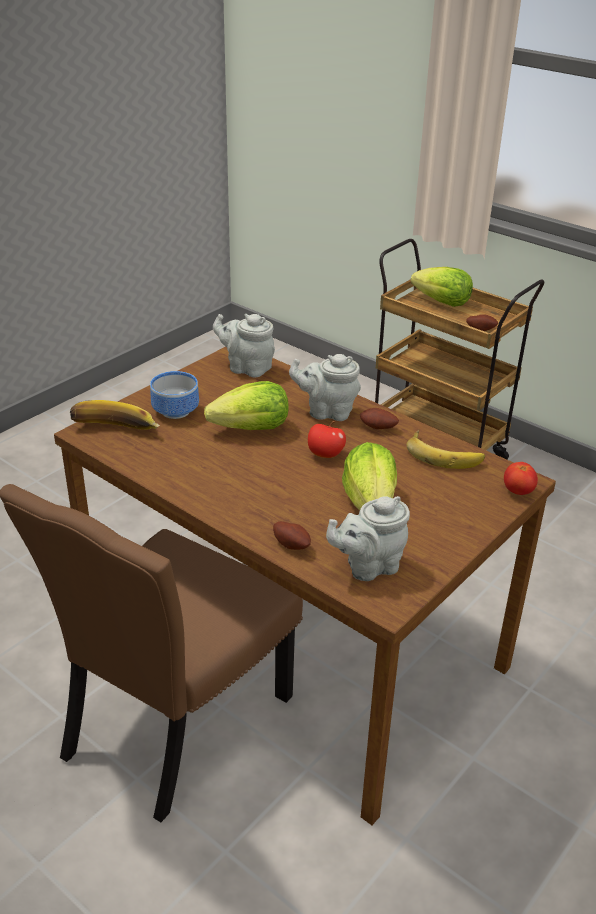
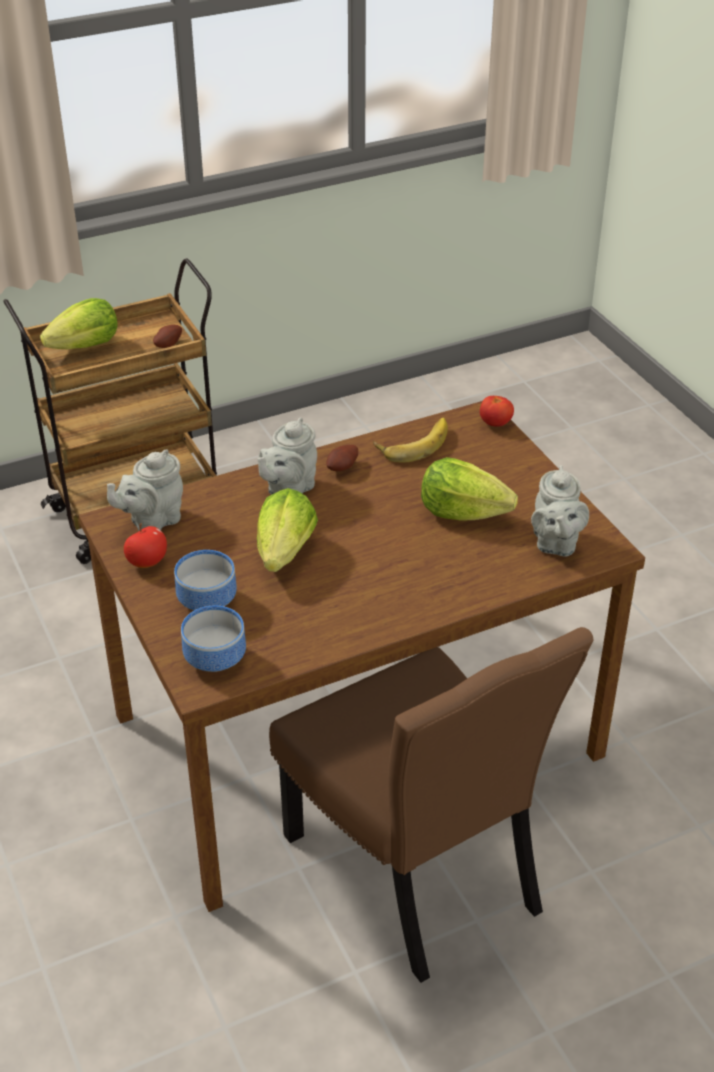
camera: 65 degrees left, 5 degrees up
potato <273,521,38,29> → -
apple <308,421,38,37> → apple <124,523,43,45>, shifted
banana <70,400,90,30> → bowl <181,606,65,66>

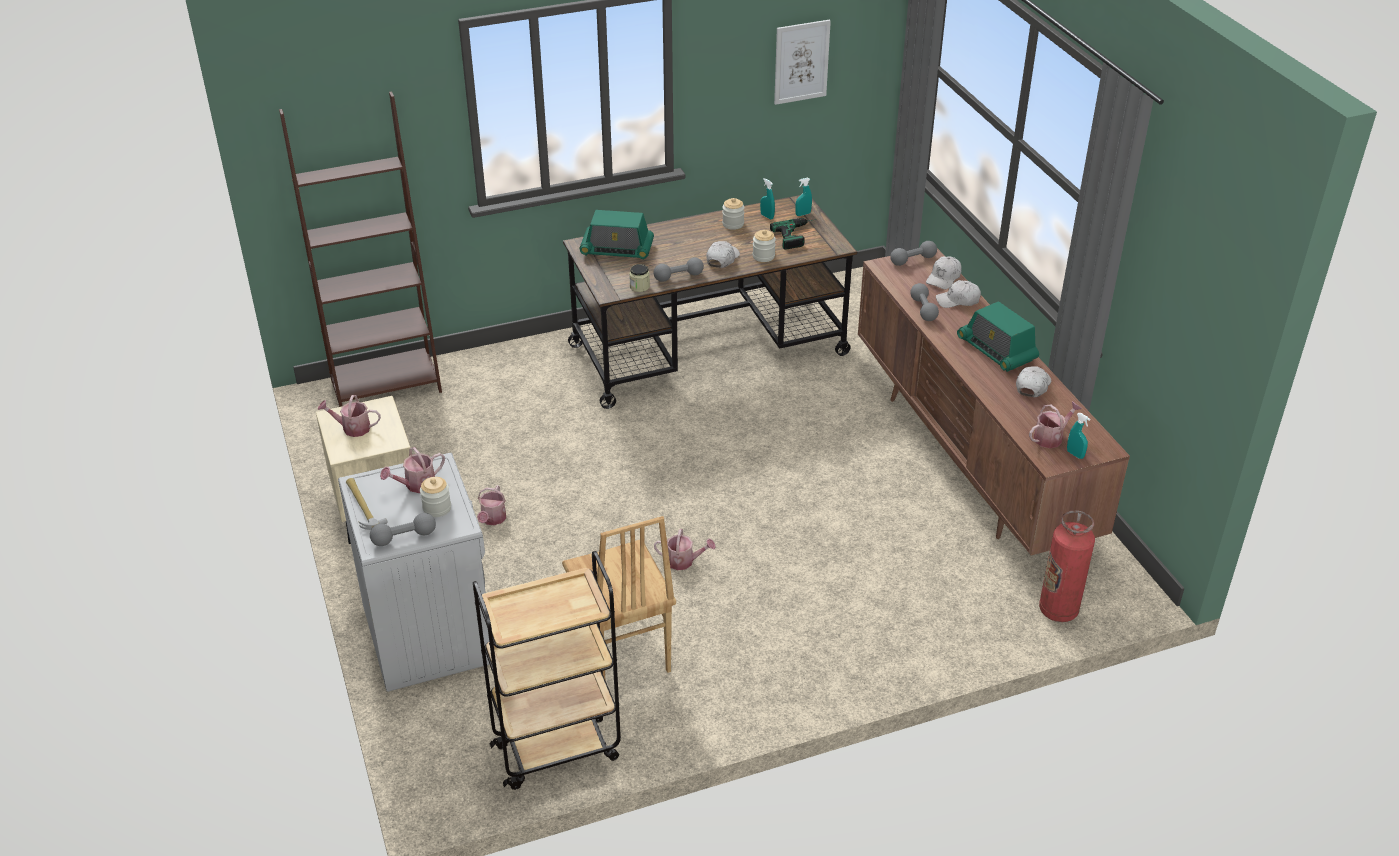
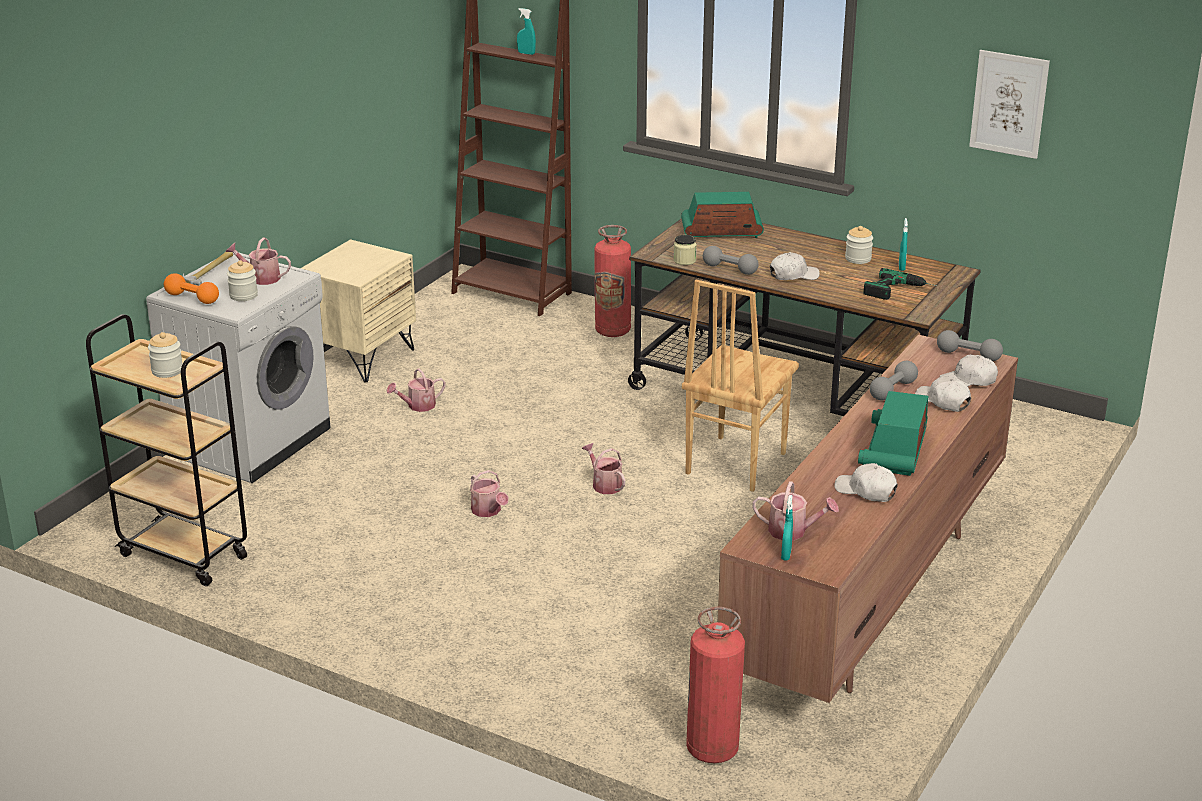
camera: 50 degrees right, 10 degrees down
- → fire extinguisher <594,225,37,112>
watering can <318,395,63,42> → watering can <582,443,43,51>, shifted
brown chair <562,516,114,163> → brown chair <682,280,117,212>, shifted
jar <753,230,23,32> → jar <148,332,35,46>, shifted
turquoise spray bottle <795,178,17,38> → turquoise spray bottle <517,8,19,47>, shifted
grey dumbbell <370,513,66,33> → orange dumbbell <164,273,55,31>
radio <580,210,74,50> → radio <681,192,83,46>, 120 degrees clockwise
white cap <1016,366,35,31> → white cap <834,463,64,39>, 135 degrees counterclockwise

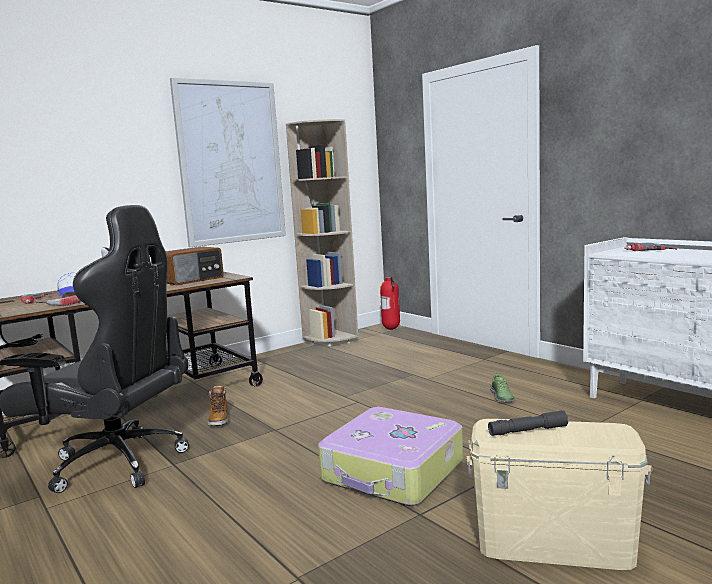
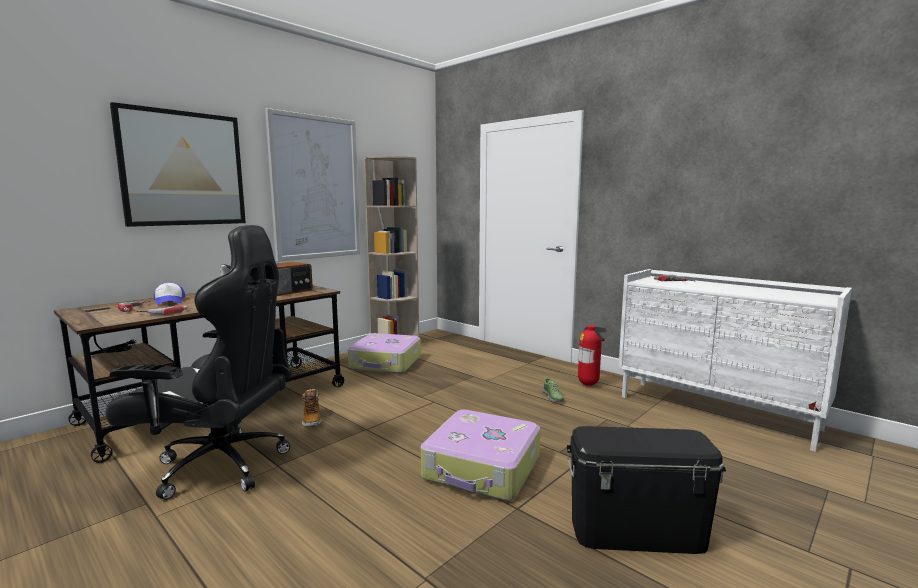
camera: 10 degrees left, 0 degrees up
grey flashlight <488,410,80,26> → -
- → picture <110,102,136,125>
- → suitcase <348,333,73,40>
fire extinguisher <380,277,20,53> → fire extinguisher <578,325,29,61>, shifted
beige storage box <466,419,186,151> → black storage box <567,426,159,128>

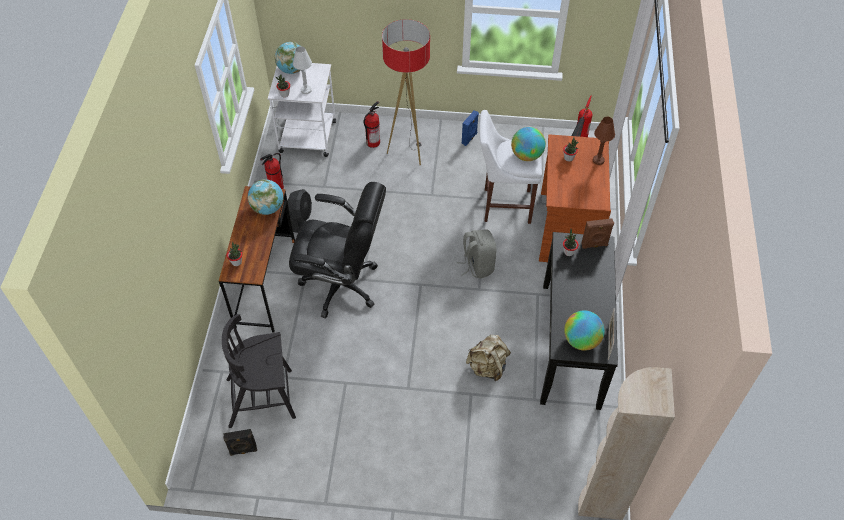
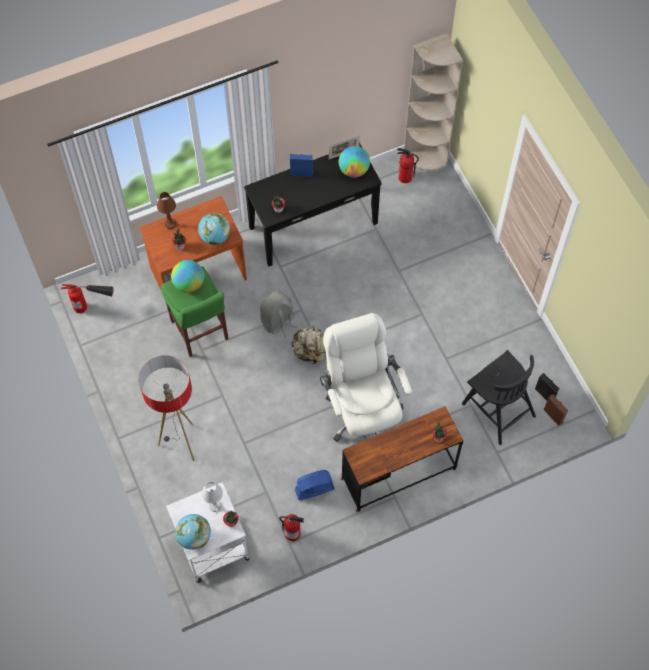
camera: 120 degrees left, 10 degrees up
globe <248,179,35,36> → globe <198,213,32,32>, shifted
fire extinguisher <363,101,17,47> → fire extinguisher <397,148,22,35>, shifted
blue speaker <462,111,17,35> → blue speaker <290,154,23,23>, shifted
beige backpack <466,335,45,46> → beige backpack <291,326,35,39>, shifted
brown speaker <581,218,33,31> → brown speaker <544,394,24,32>, shifted
black fan <288,189,24,44> → blue fan <295,470,40,30>
black office chair <289,182,97,137> → white office chair <320,313,92,129>
white stool <479,110,63,114> → green stool <161,266,67,91>

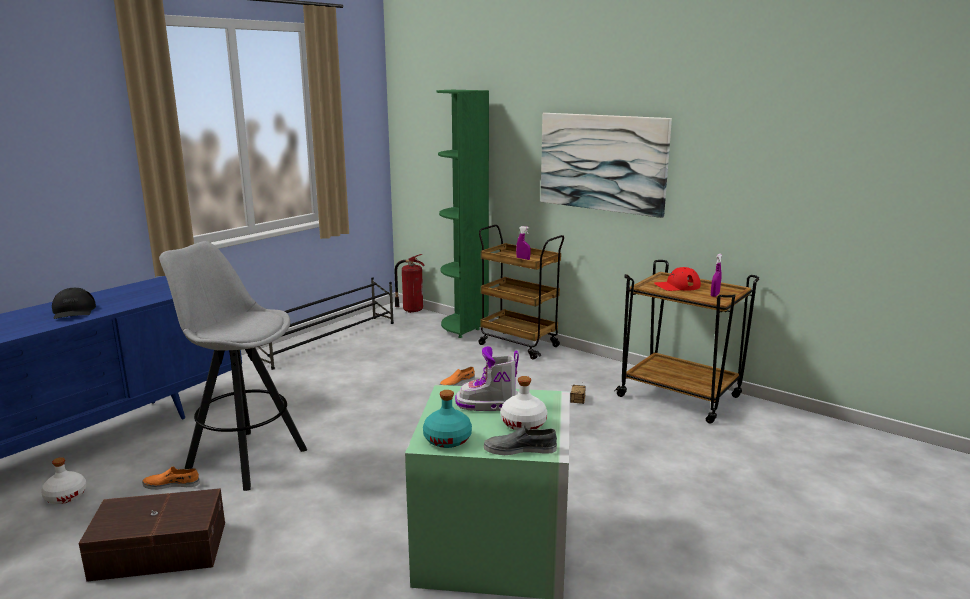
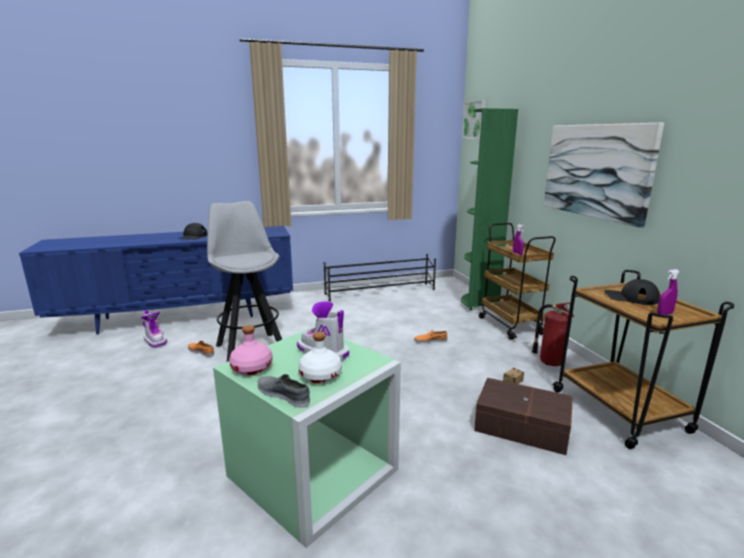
camera: 35 degrees right, 0 degrees up
- → picture <462,101,24,38>
brown storage box <79,488,146,94> → brown storage box <474,378,99,77>, shifted
fire extinguisher <394,254,31,59> → fire extinguisher <532,302,43,64>, shifted
white bottle <41,457,46,47> → boot <141,310,26,38>
turquoise bottle <423,390,49,58> → pink bottle <229,325,44,50>
red cap <654,267,47,24> → black cap <605,279,55,26>

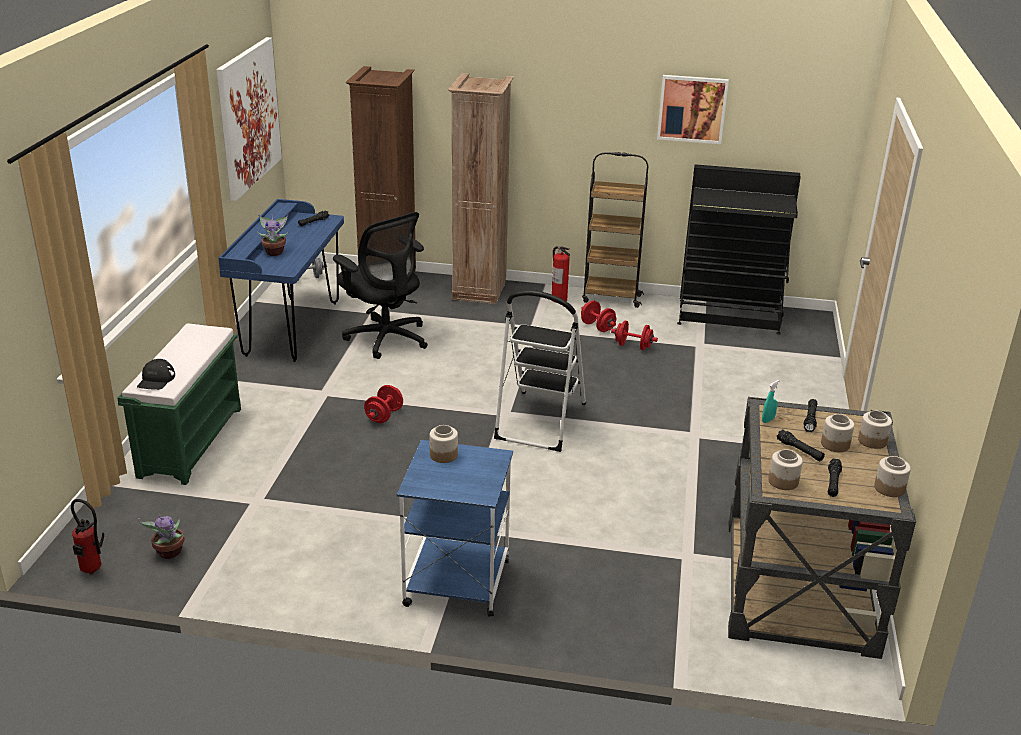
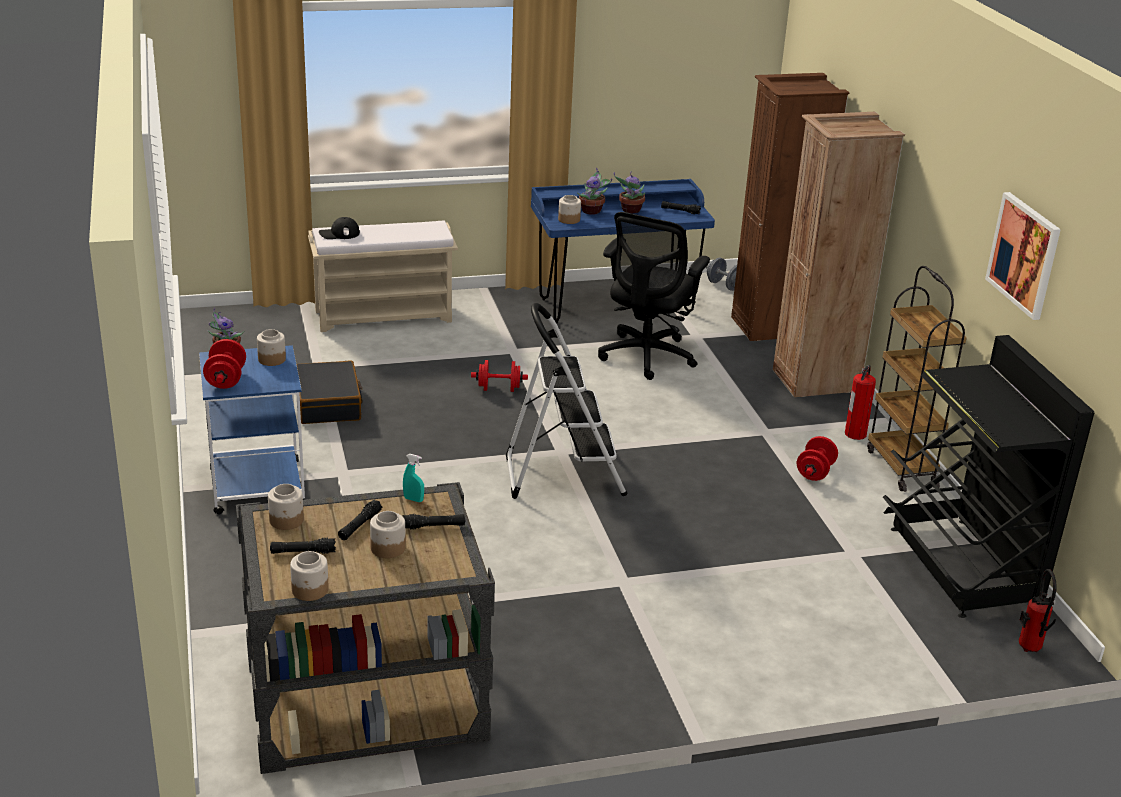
camera: 65 degrees right, 0 degrees up
picture <216,37,66,164> → -
- → black suitcase <297,360,65,64>
- → potted plant <614,171,32,42>
fire extinguisher <71,499,33,75> → fire extinguisher <1019,569,38,83>, shifted
red dumbbell <611,321,47,29> → red dumbbell <203,339,43,50>, shifted
jar <858,411,34,38> → jar <558,195,23,29>, shifted
green bench <117,324,124,161> → beige bench <308,220,150,112>

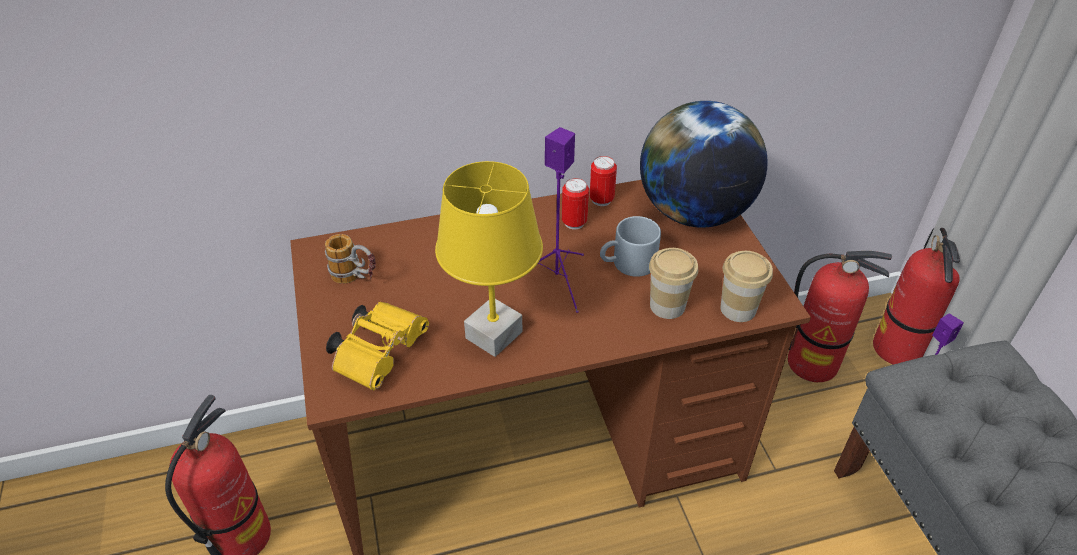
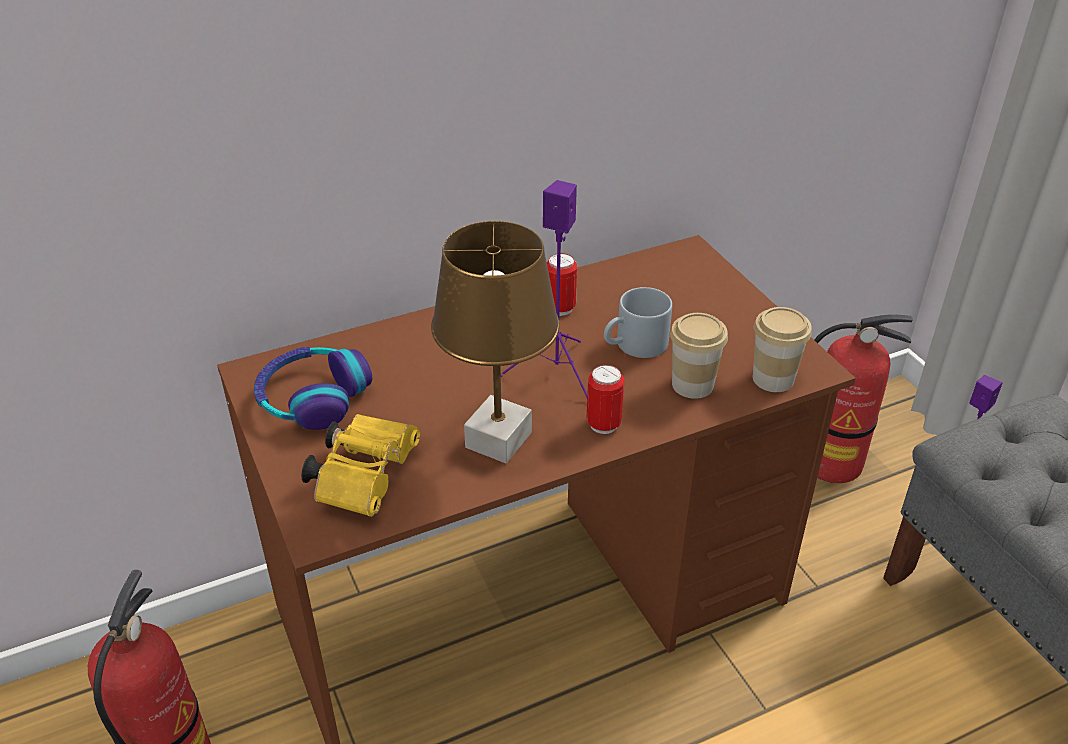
camera: 10 degrees left, 5 degrees down
globe <640,101,128,127> → -
fire extinguisher <873,228,87,137> → -
can <590,156,27,50> → can <586,365,38,69>, shifted
mug <325,234,51,50> → headphones <254,347,118,83>
yellow table lamp <435,161,108,196> → brown table lamp <431,221,129,242>

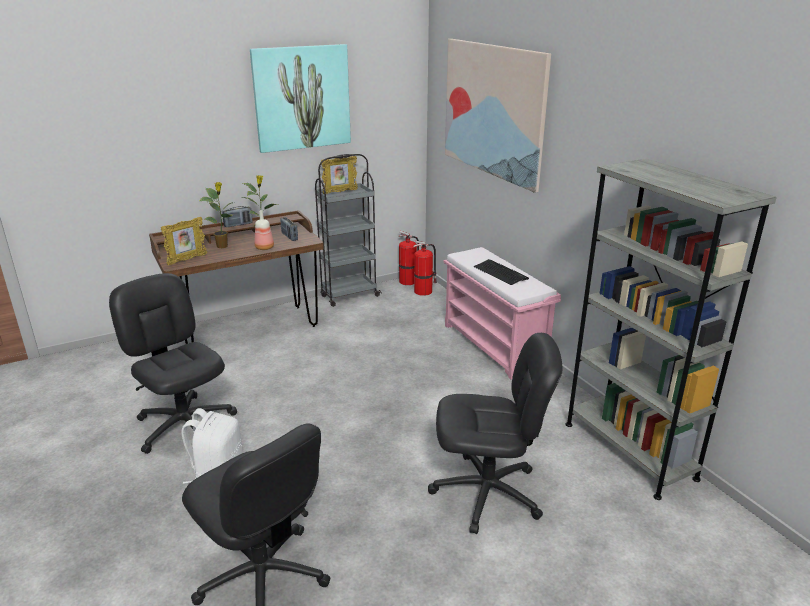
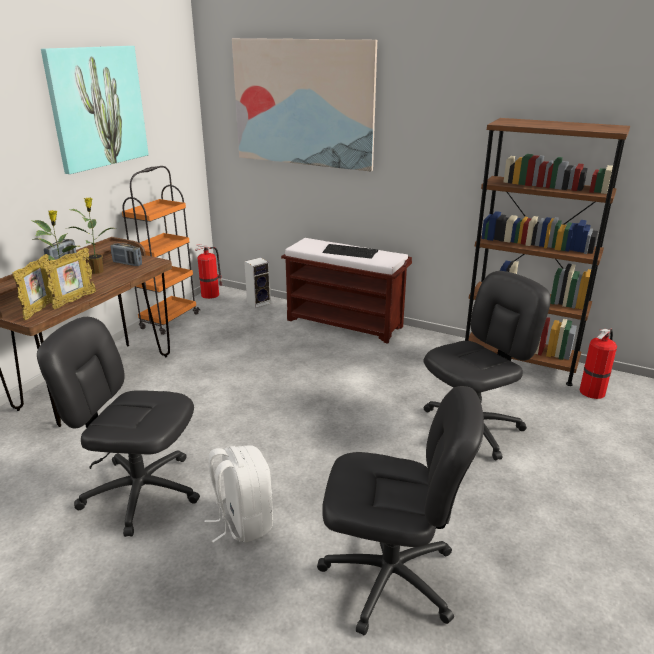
camera: 35 degrees left, 0 degrees up
bottle <255,210,19,40> → -
- → speaker <244,258,27,50>
picture frame <321,156,37,38> → picture frame <43,248,53,61>, shifted
fire extinguisher <413,241,24,55> → fire extinguisher <580,329,37,70>, shifted
grey cart <315,154,66,153> → orange cart <122,166,78,169>
pink bench <443,247,118,133> → brown bench <281,238,131,106>
grey bookcase <566,159,211,341> → brown bookcase <465,118,165,268>

